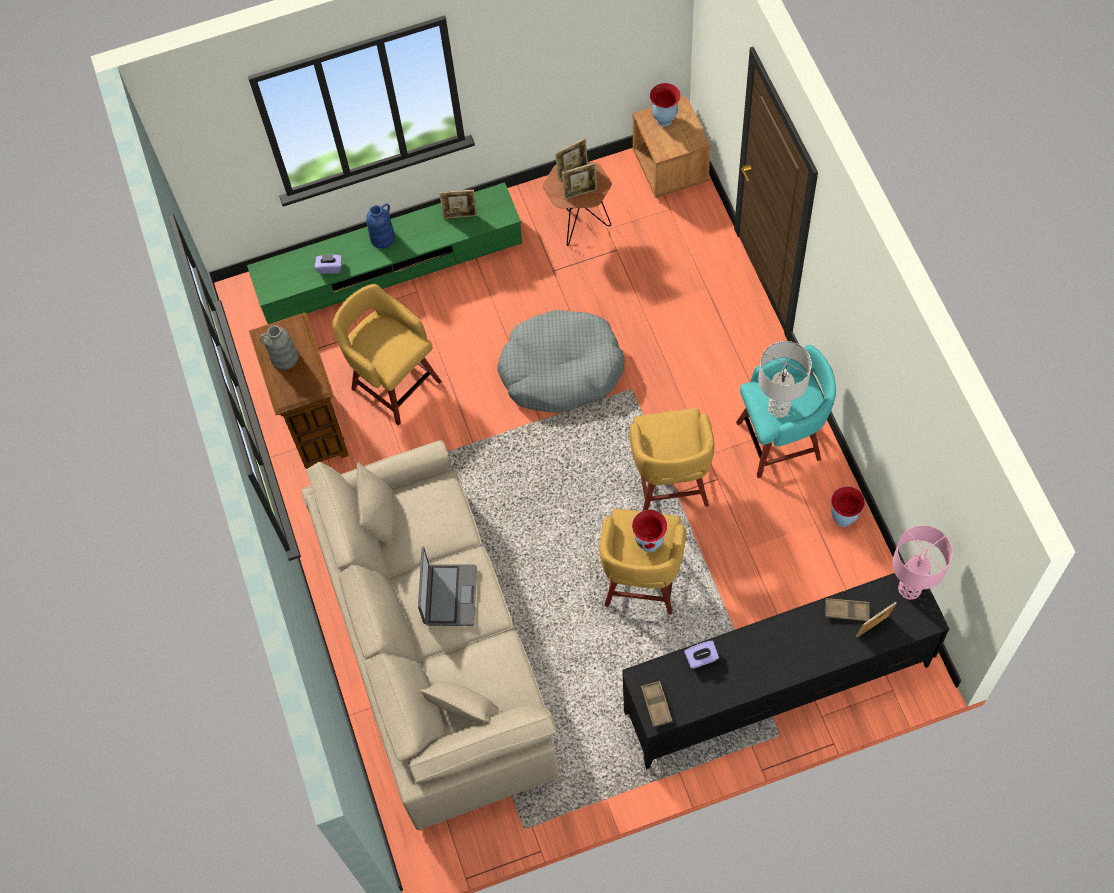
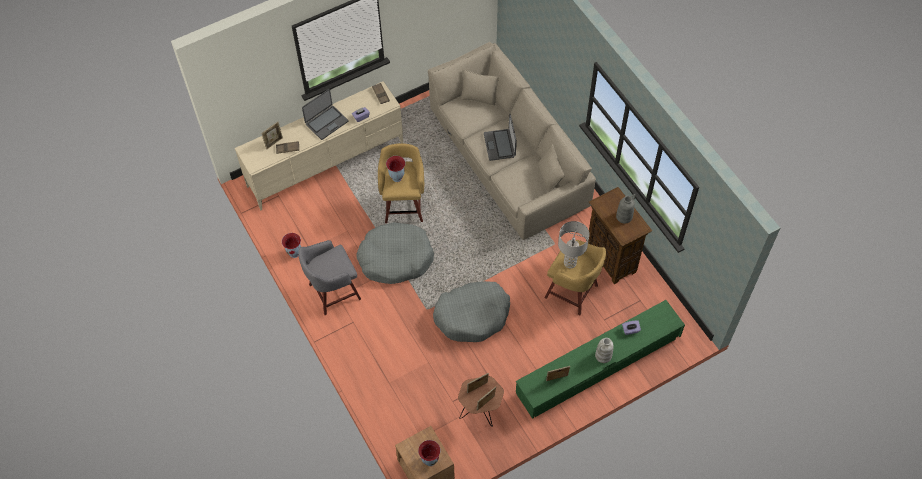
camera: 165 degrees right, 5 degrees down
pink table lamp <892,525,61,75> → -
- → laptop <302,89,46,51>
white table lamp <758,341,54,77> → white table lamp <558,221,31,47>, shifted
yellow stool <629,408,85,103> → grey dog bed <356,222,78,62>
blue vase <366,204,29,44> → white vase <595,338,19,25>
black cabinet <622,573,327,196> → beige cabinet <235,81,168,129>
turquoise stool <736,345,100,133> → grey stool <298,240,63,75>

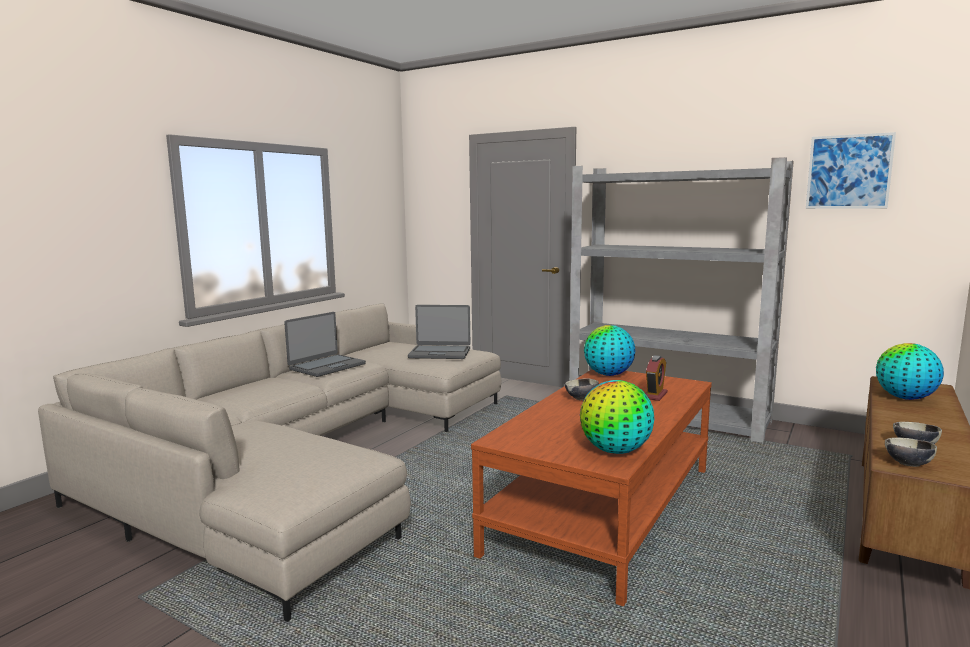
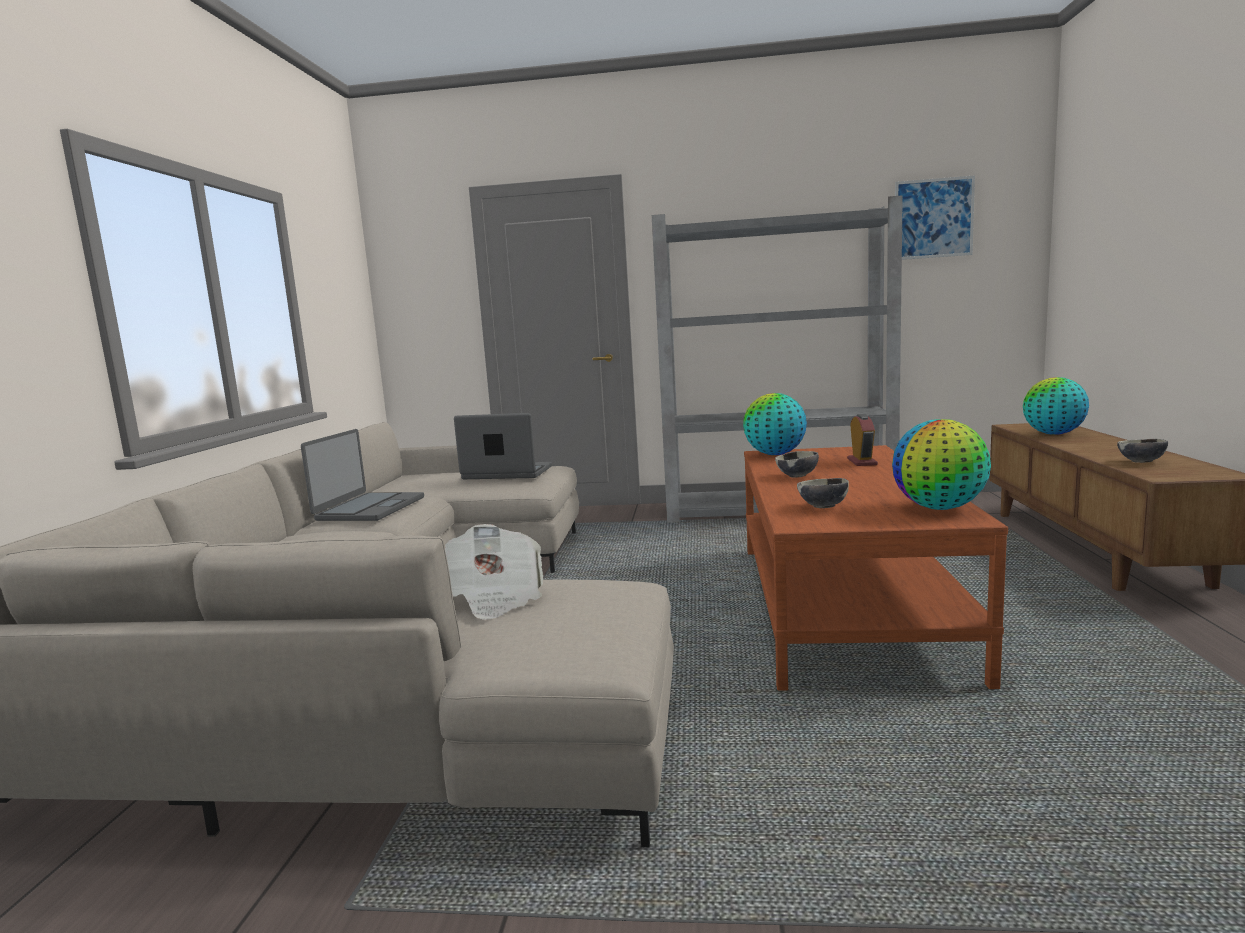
camera: 25 degrees left, 0 degrees up
- → newspaper <445,524,98,96>
bowl <885,438,52,29> → bowl <797,478,52,30>, shifted
laptop <408,305,62,54> → laptop <454,413,98,66>, 150 degrees counterclockwise

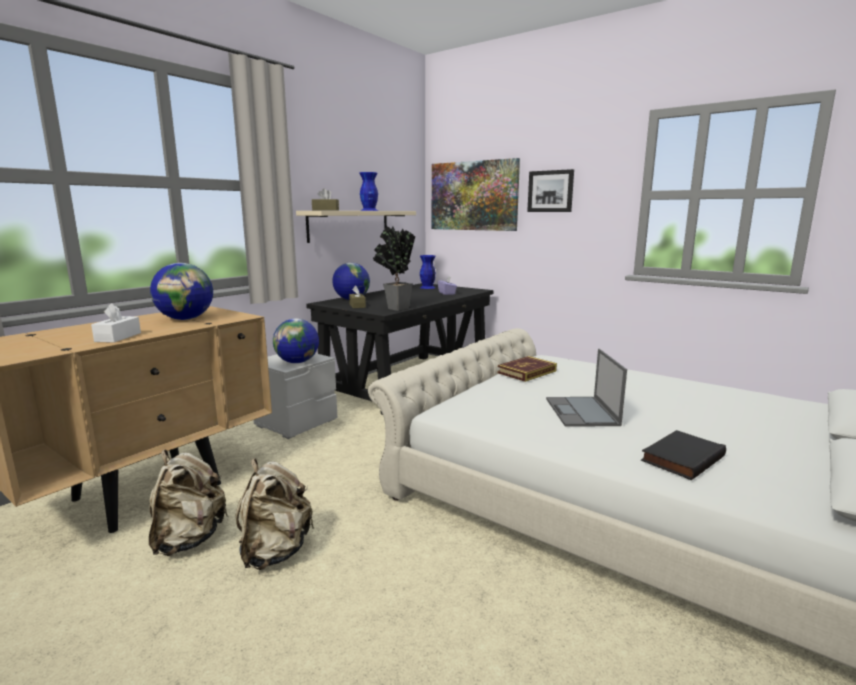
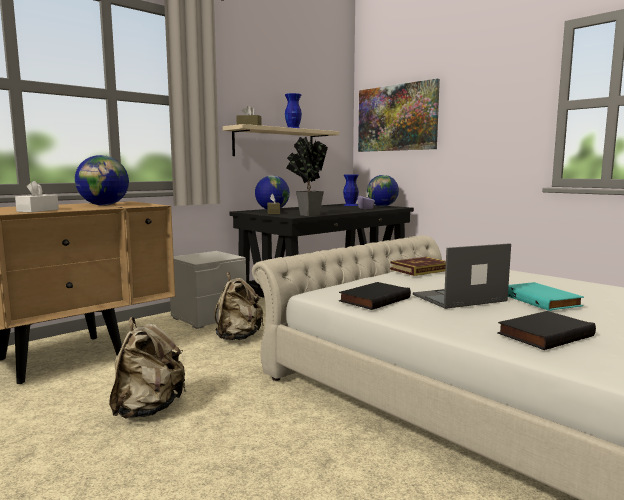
camera: 10 degrees right, 5 degrees down
picture <527,169,47,43> → -
- → black book <339,282,72,28>
- → turquoise book <508,282,76,29>
beige backpack <149,449,80,107> → beige backpack <214,272,50,68>, shifted
globe <273,318,46,45> → globe <367,175,32,32>, shifted
laptop <546,349,81,78> → laptop <413,243,98,66>, 60 degrees clockwise

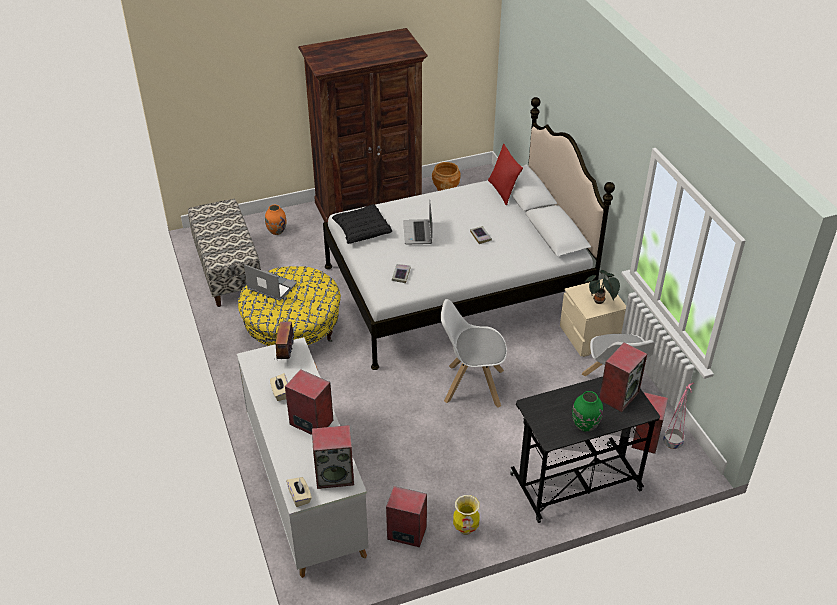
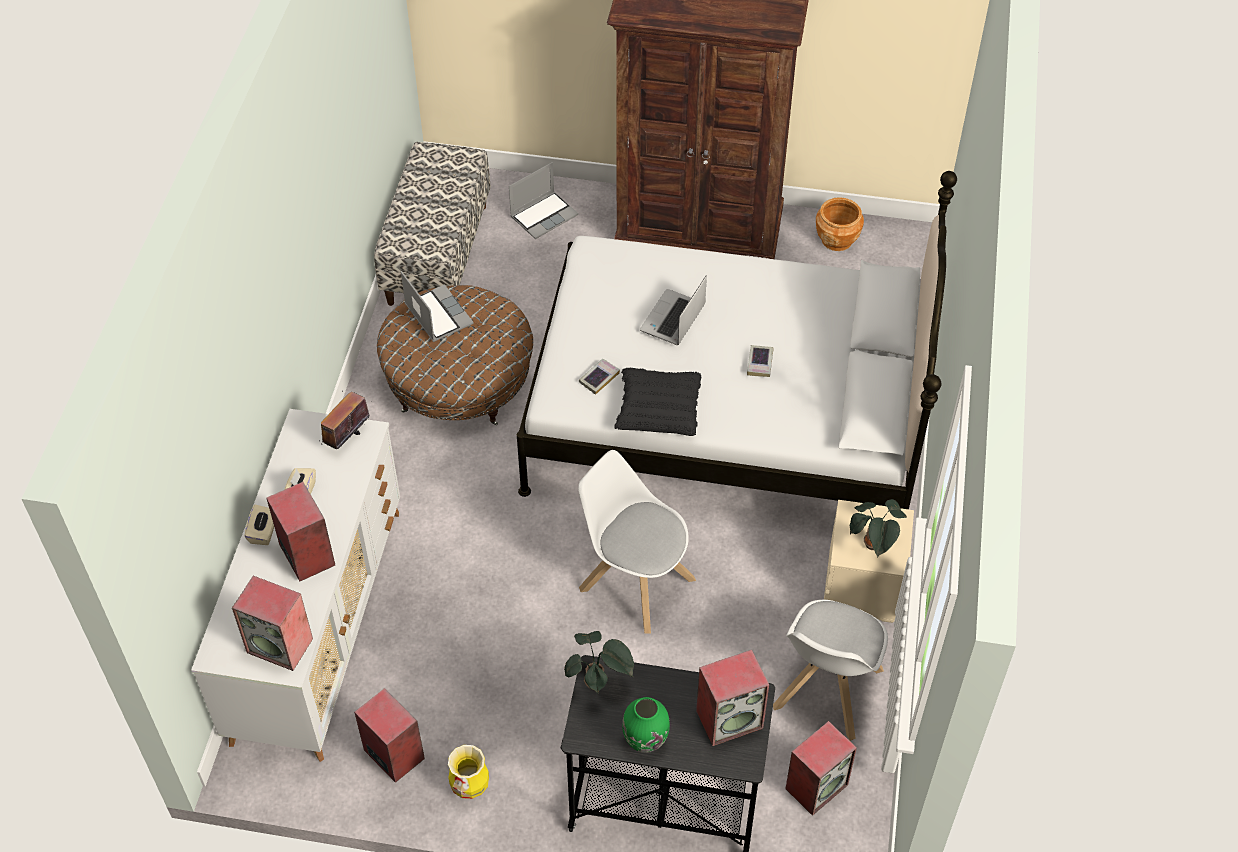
camera: 30 degrees right, 10 degrees up
red pillow <488,144,35,61> → -
pink planter <663,383,31,66> → -
- → potted plant <564,631,70,63>
beige tissue box <286,477,26,30> → beige tissue box <244,505,30,40>, shifted
black pillow <332,204,60,40> → black pillow <614,368,88,68>, shifted
orange vase <265,205,21,30> → laptop <509,162,69,77>
yellow ottoman <238,266,103,80> → brown ottoman <377,285,156,140>

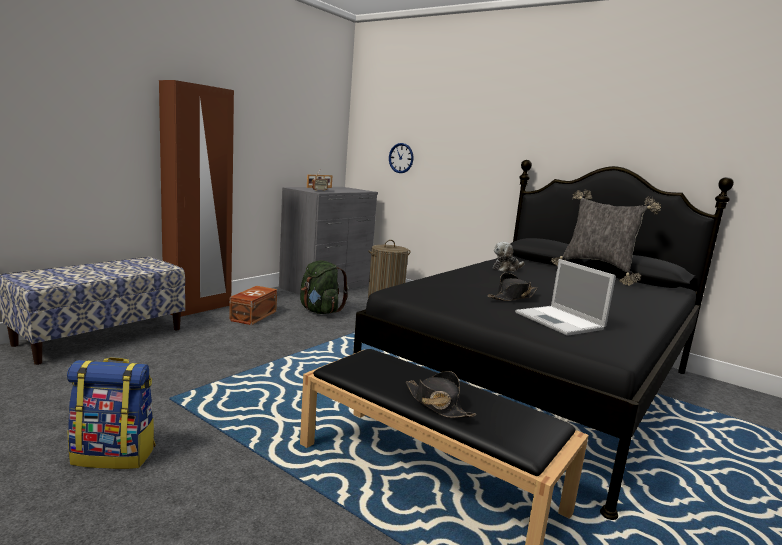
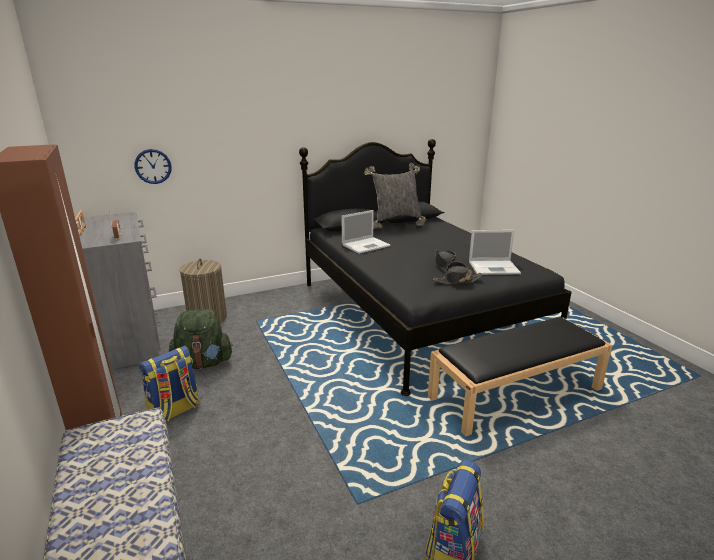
camera: 60 degrees left, 10 degrees up
black hat <406,371,70,47> → black hat <433,261,50,23>, shifted
brown storage box <229,286,48,39> → backpack <139,346,61,75>
plush toy <493,242,32,30> → laptop <341,210,49,44>

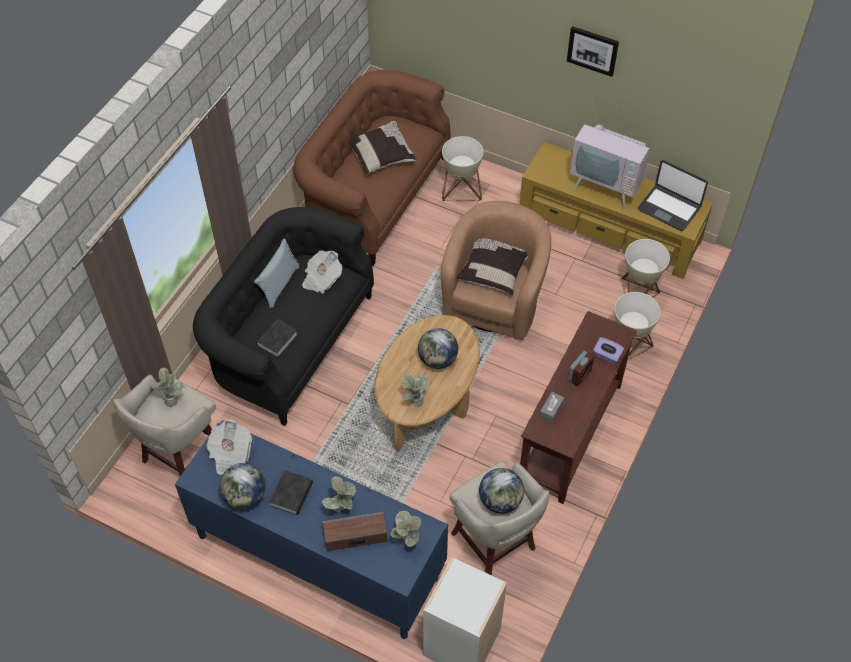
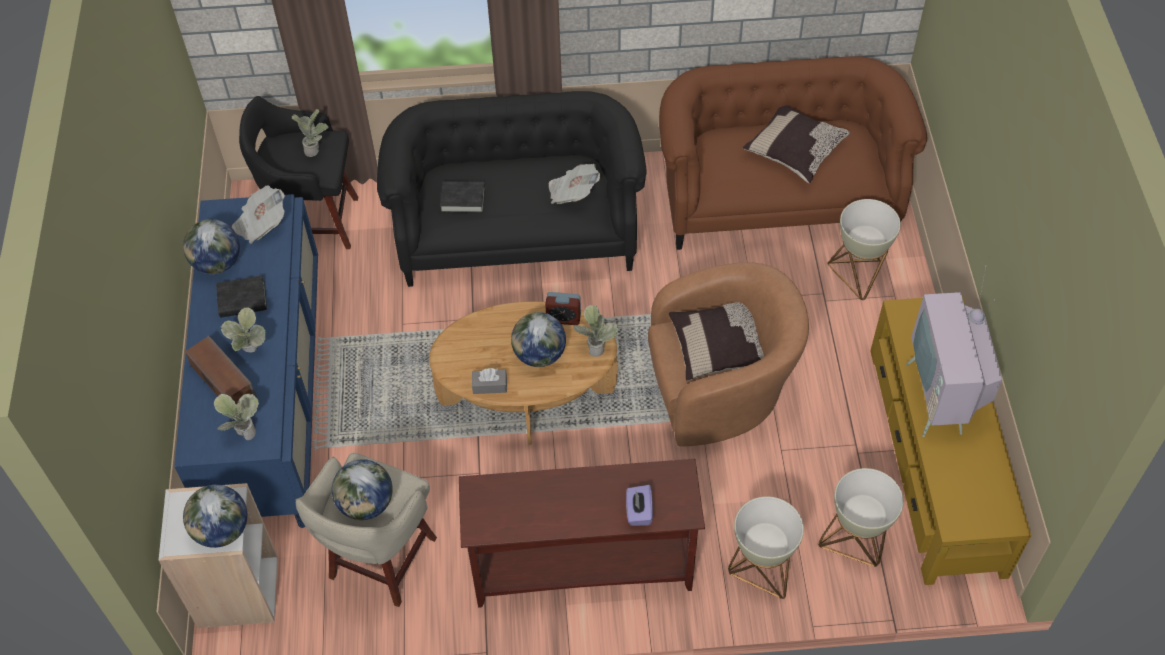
camera: 60 degrees right, 0 degrees up
blue pillow <254,238,45,70> → -
picture <567,26,52,51> → -
laptop <638,160,70,71> → -
- → globe <183,485,64,63>
potted plant <401,374,28,33> → potted plant <573,305,46,52>, shifted
grey tissue box <540,392,24,31> → grey tissue box <472,368,35,26>, shifted
alarm clock <568,351,26,35> → alarm clock <545,292,36,33>, shifted
beige stool <114,374,102,102> → black stool <239,96,119,153>

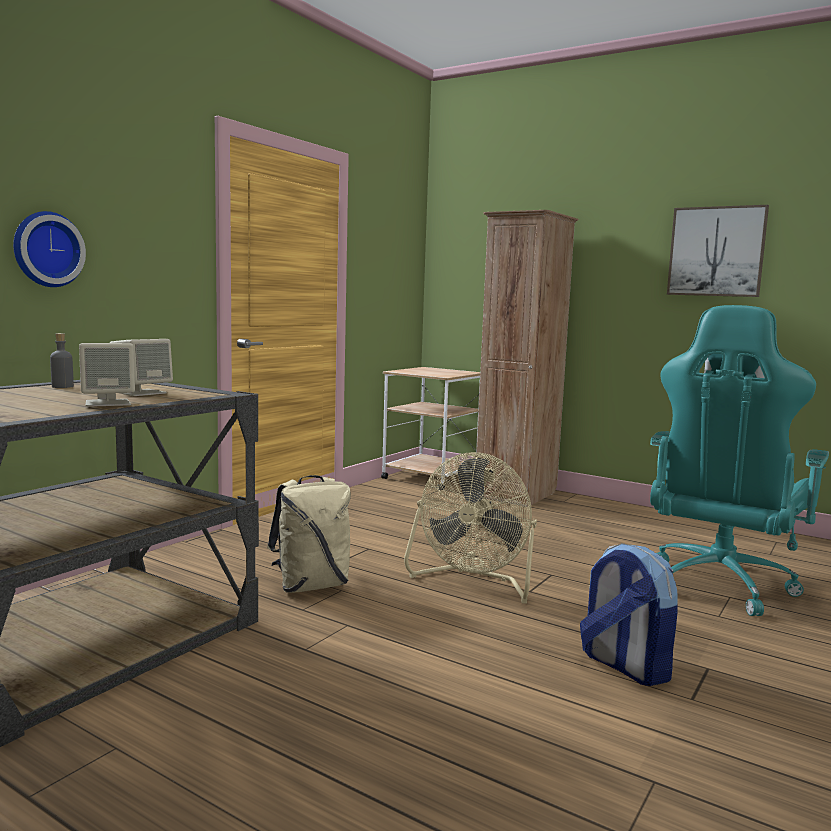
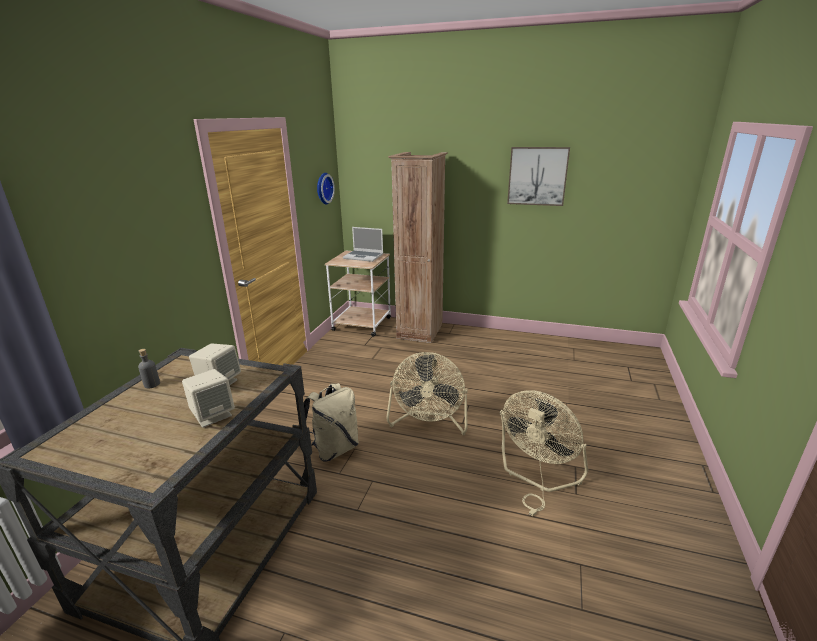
camera: 15 degrees left, 15 degrees up
turquoise office chair <650,305,179,311> → -
- → laptop <343,227,40,35>
wall clock <13,211,73,76> → wall clock <317,173,18,31>, shifted
backpack <580,543,98,143> → beige fan <499,390,89,126>

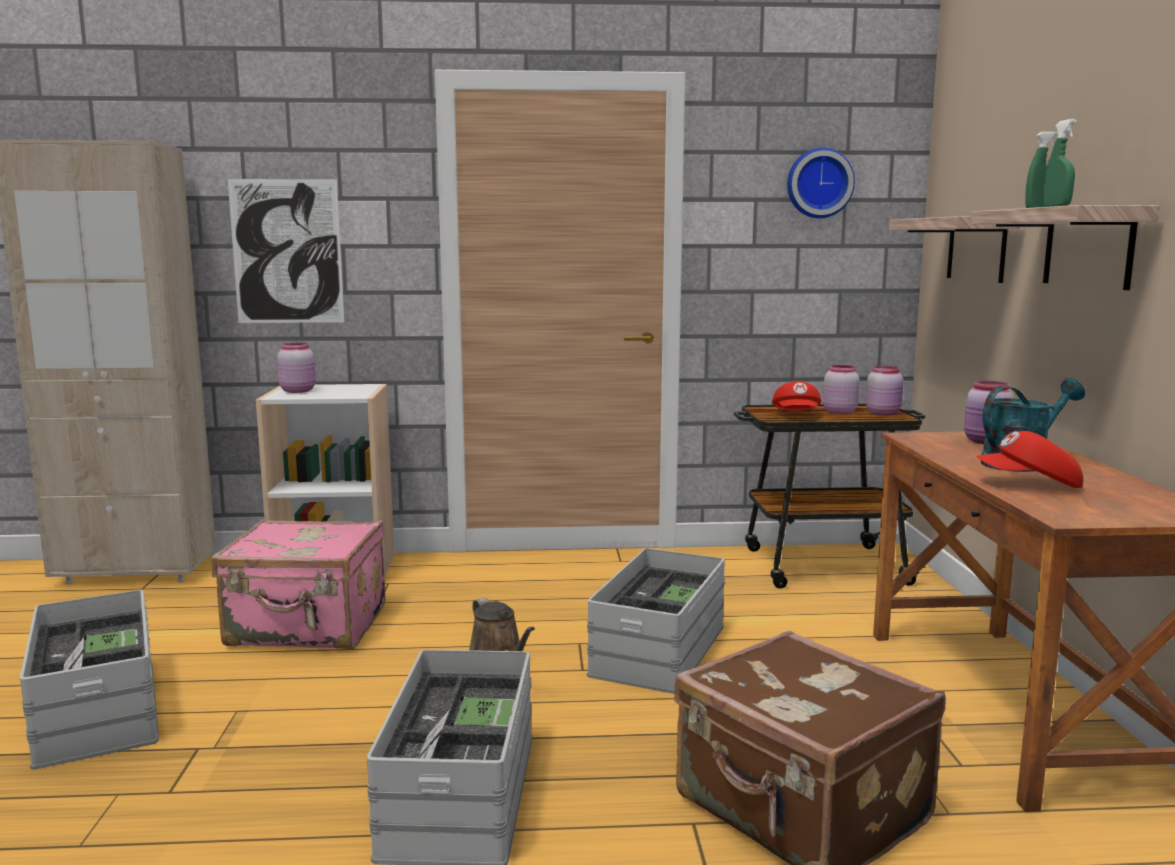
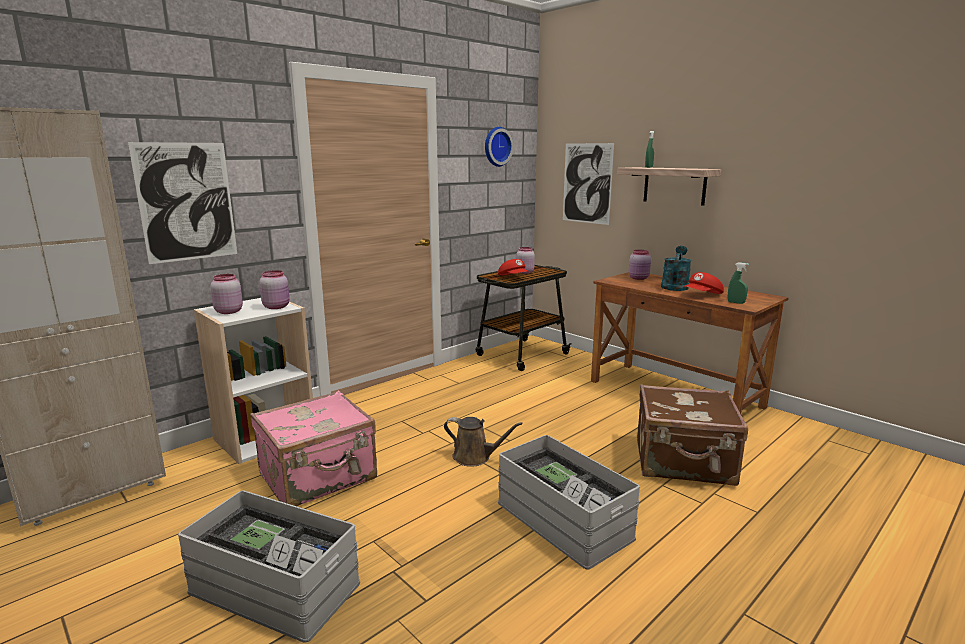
camera: 40 degrees left, 5 degrees up
grey storage box <587,548,139,146> → -
pink jar <866,366,37,49> → pink jar <259,270,31,39>, shifted
green spray bottle <1043,119,33,88> → green spray bottle <728,262,21,42>, shifted
shelf <889,216,131,67> → picture <563,143,51,82>

